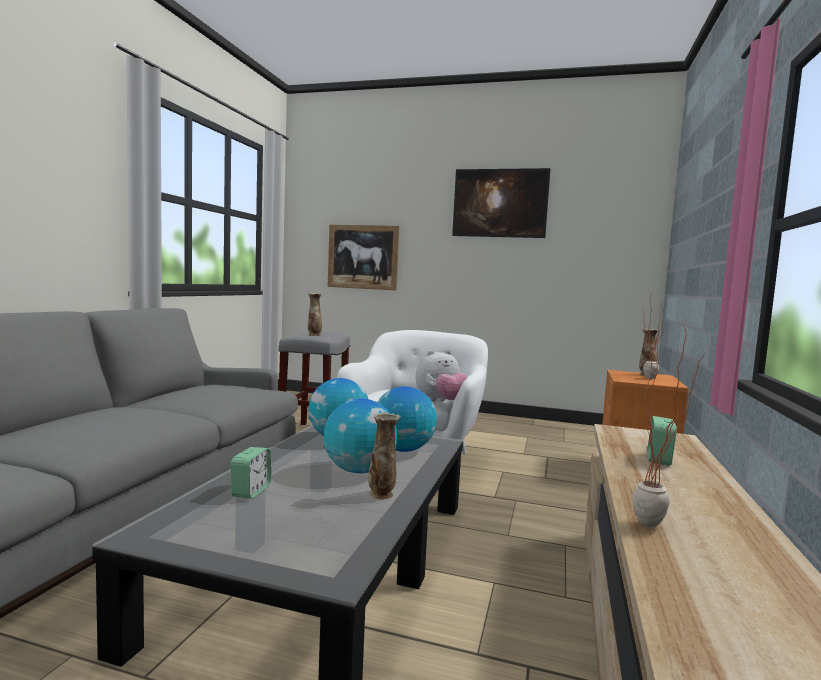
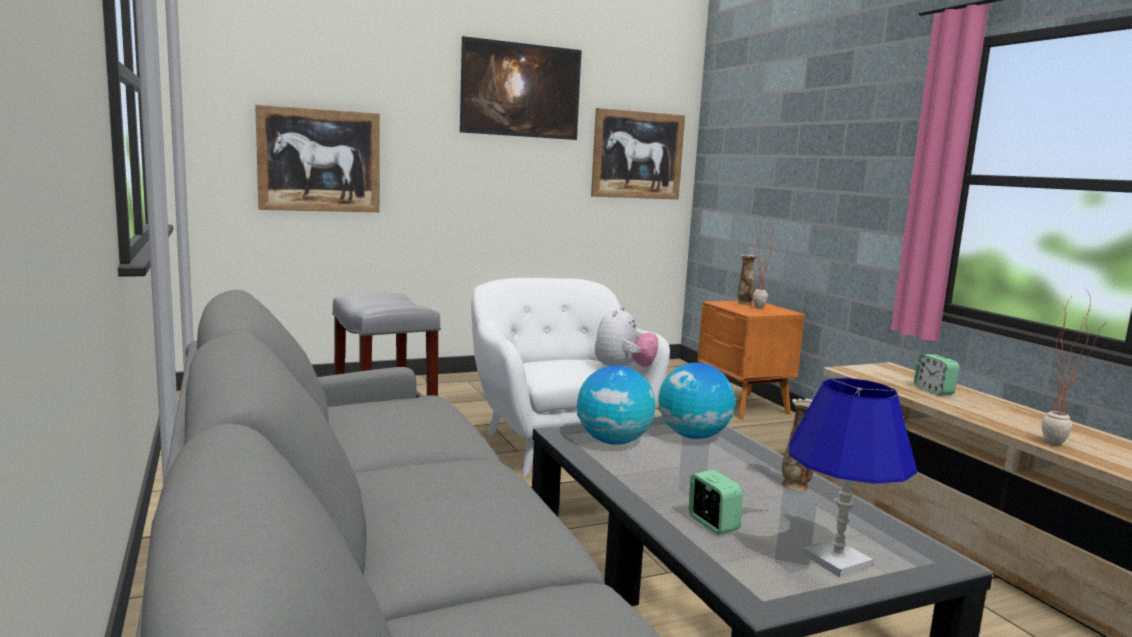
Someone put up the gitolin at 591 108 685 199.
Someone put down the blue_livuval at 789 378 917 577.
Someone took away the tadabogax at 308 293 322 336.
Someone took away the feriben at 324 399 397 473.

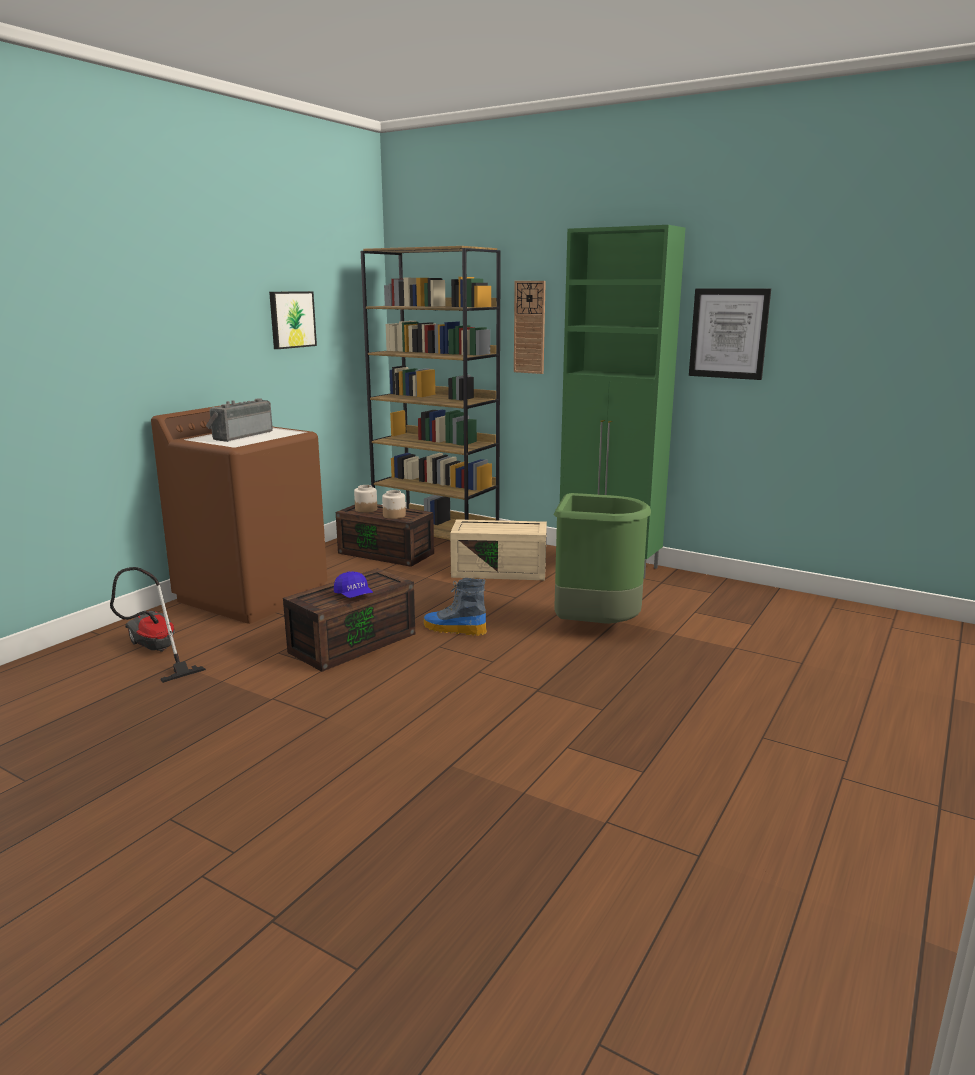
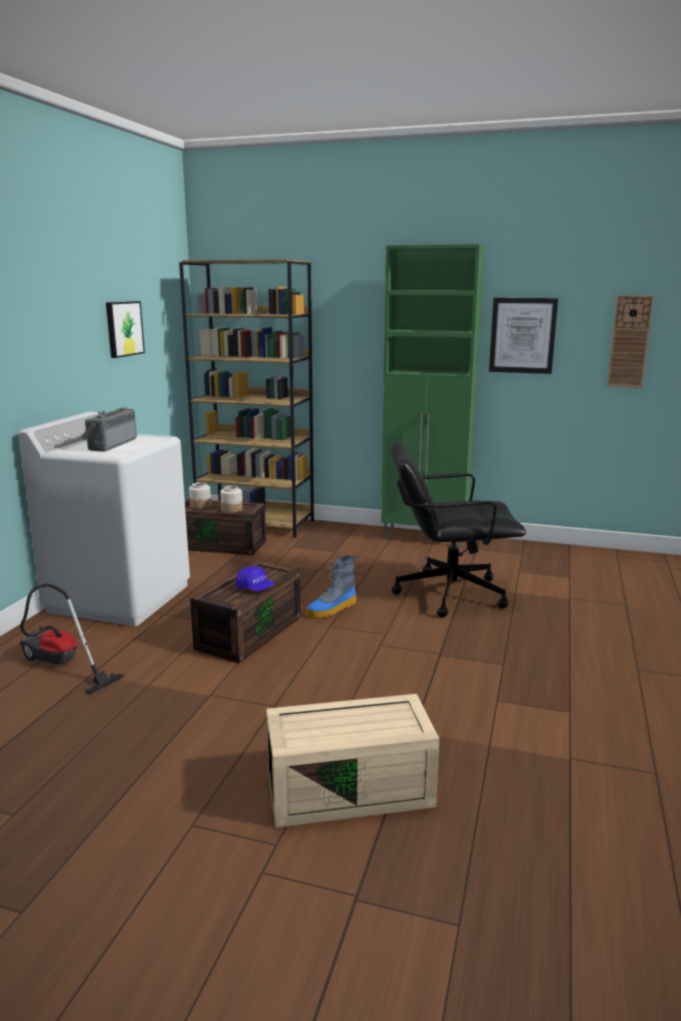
Someone repainted the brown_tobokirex at 151 403 327 624, which became the white_tobokirex at 18 412 190 626.
Someone carried the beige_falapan from 450 519 547 580 to 266 694 440 828.
Someone rotated the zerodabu at 424 578 487 636 by 45 degrees counterclockwise.
Someone swapped the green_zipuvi at 554 493 651 624 for the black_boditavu at 392 442 526 617.
Someone carried the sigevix from 514 281 546 374 to 607 295 654 388.

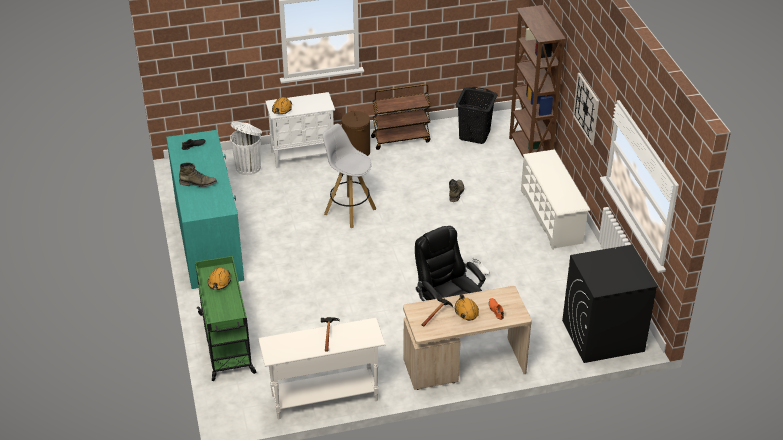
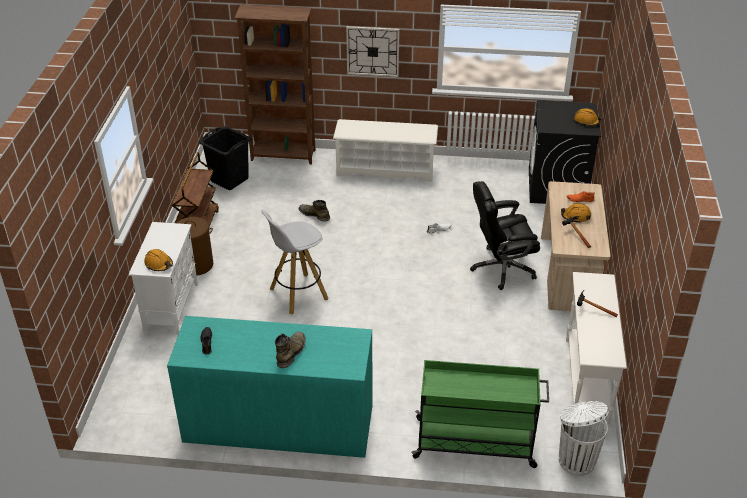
Someone carried the white_zipuvi from 230 121 262 175 to 559 401 609 476.
Someone carried the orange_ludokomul from 208 267 231 290 to 574 108 602 126.

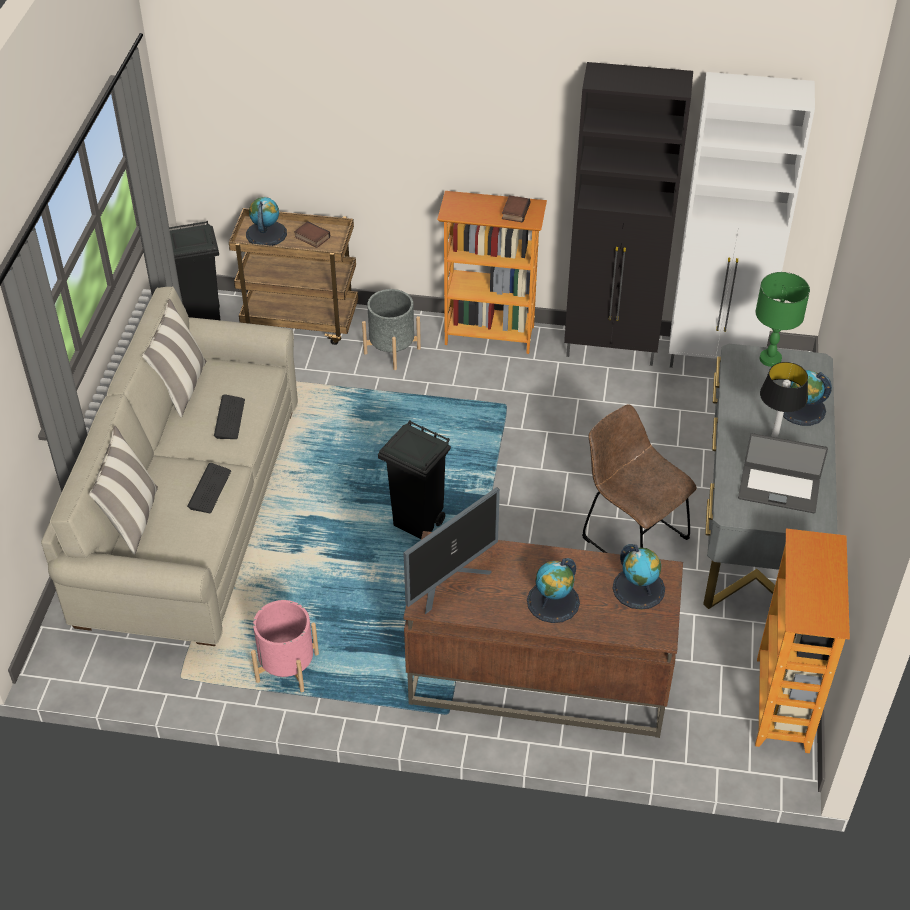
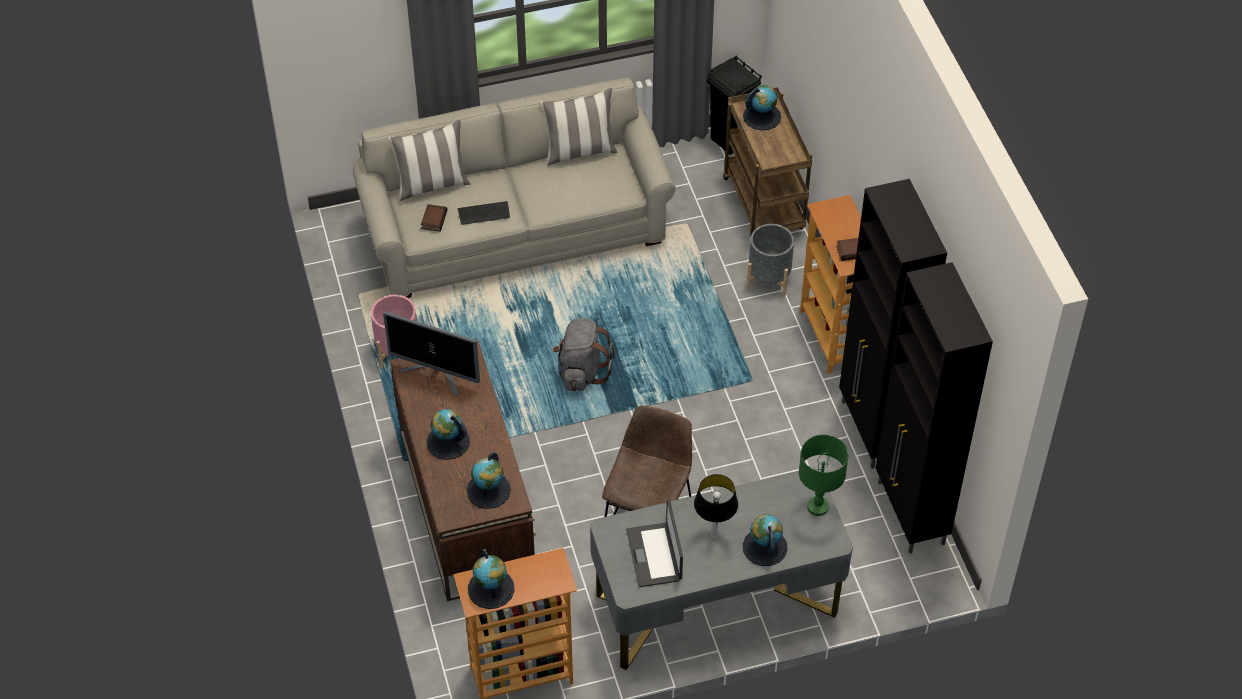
Someone carried the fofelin from 294 221 330 248 to 421 204 447 232.
Someone put down the feriben at 468 549 515 609.
Someone swapped the black_zipuvi at 378 420 451 539 for the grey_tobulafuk at 552 318 615 391.
Someone repainted the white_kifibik at 669 72 815 368, which became the black_kifibik at 876 262 993 554.
Someone took away the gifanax at 214 394 245 439.

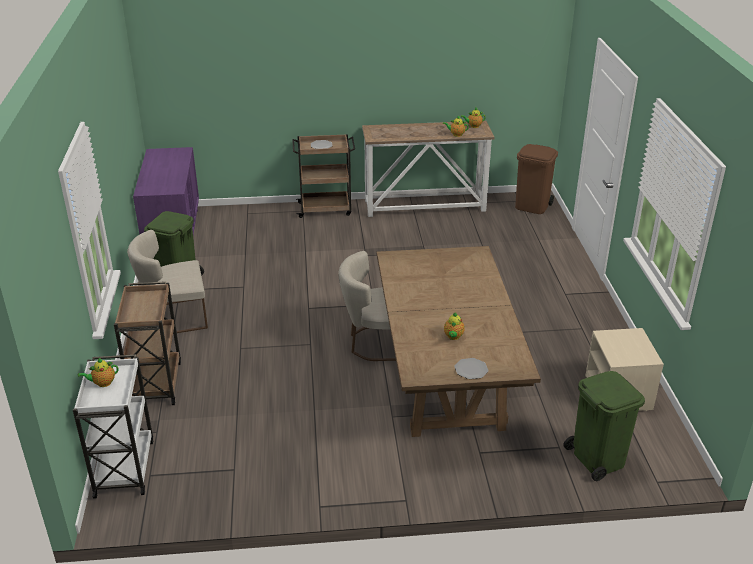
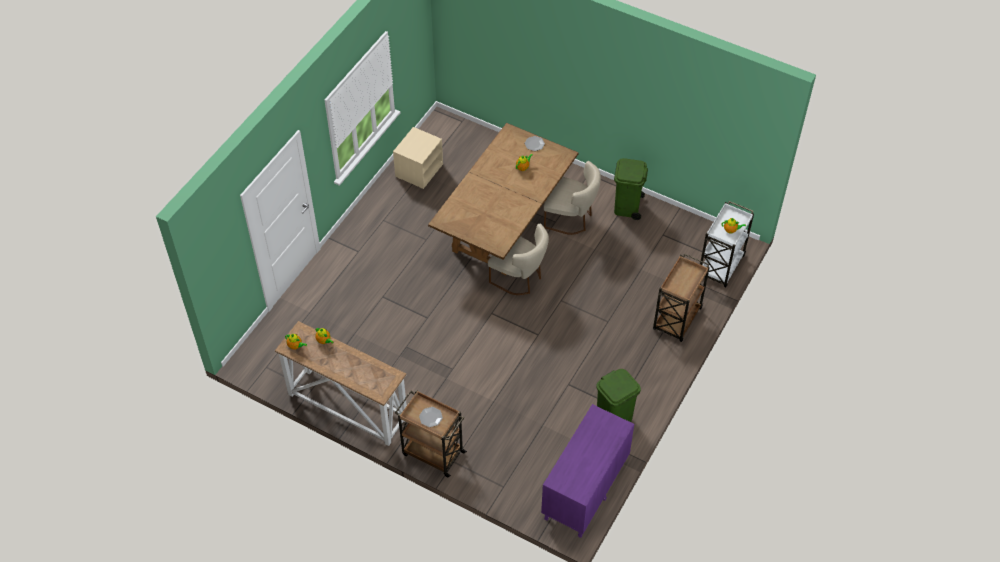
Someone carried the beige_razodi from 127 230 208 333 to 544 161 601 235.
Someone carried the green_zipuvi from 563 371 645 481 to 614 158 648 220.
Someone took away the brown_zipuvi at 515 144 558 214.

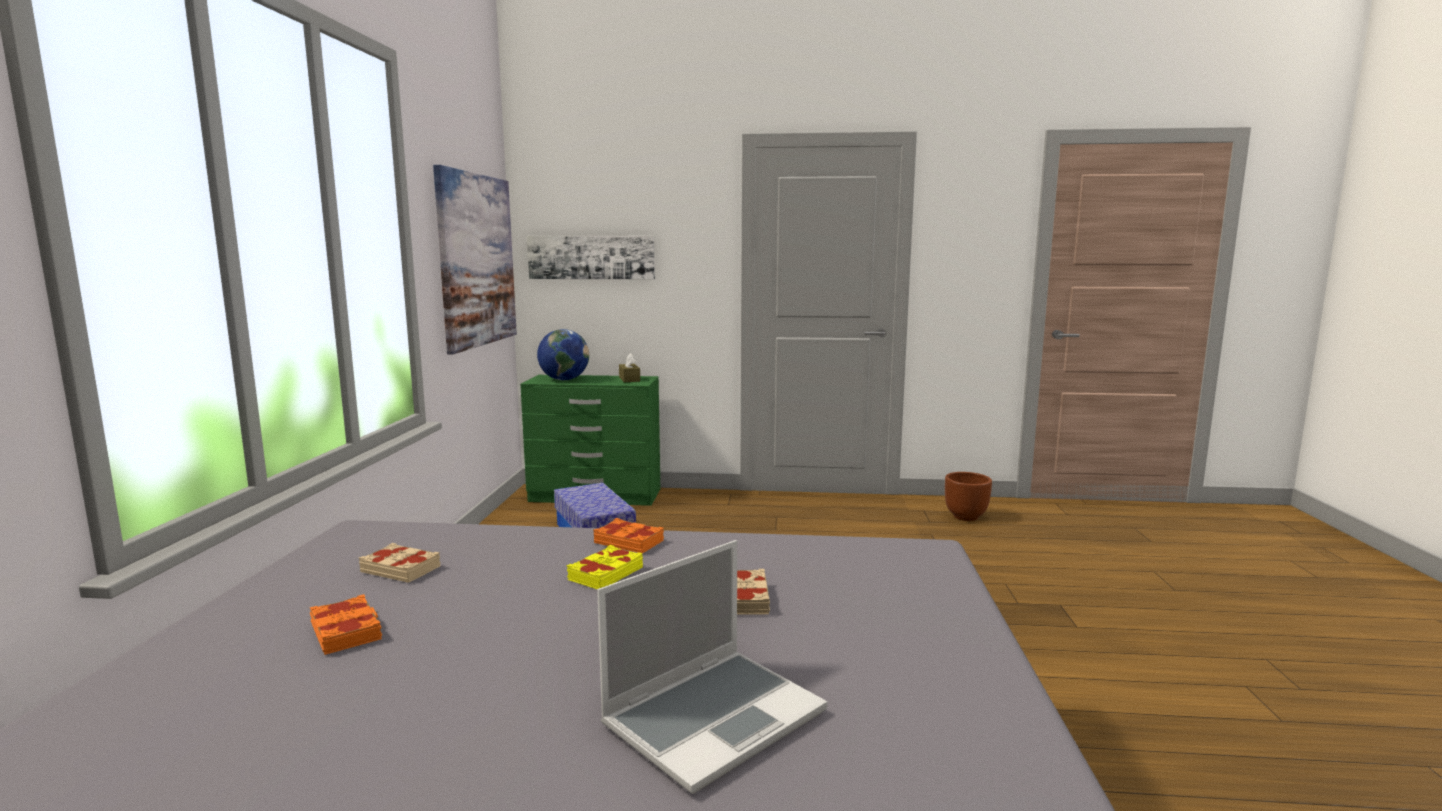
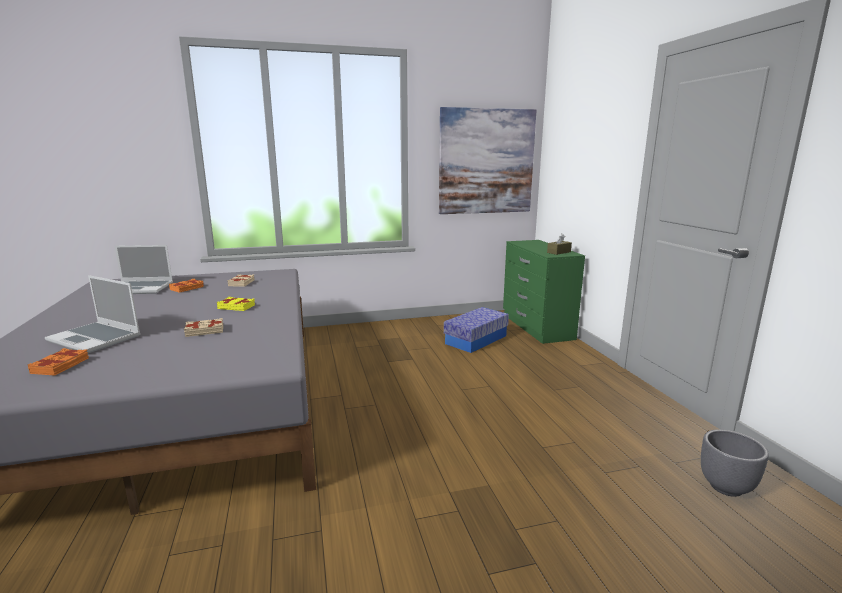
Someone carried the orange_fofelin from 594 518 664 553 to 28 348 89 376.
Someone put down the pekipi at 115 245 173 294.
Someone repainted the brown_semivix at 945 472 992 521, which became the grey_semivix at 701 429 769 497.
Someone took away the gitolin at 527 236 655 279.
Someone took away the feriben at 537 329 589 380.

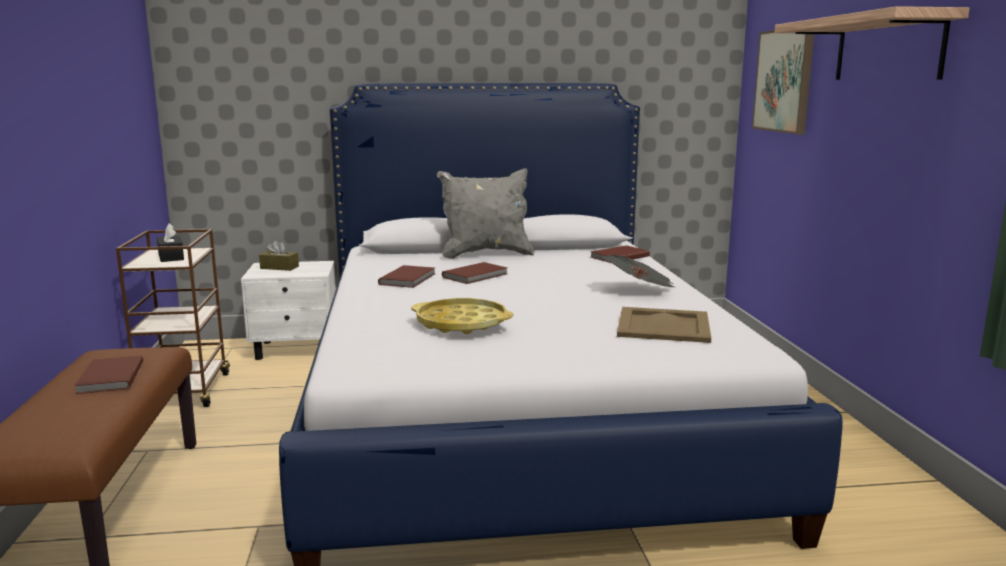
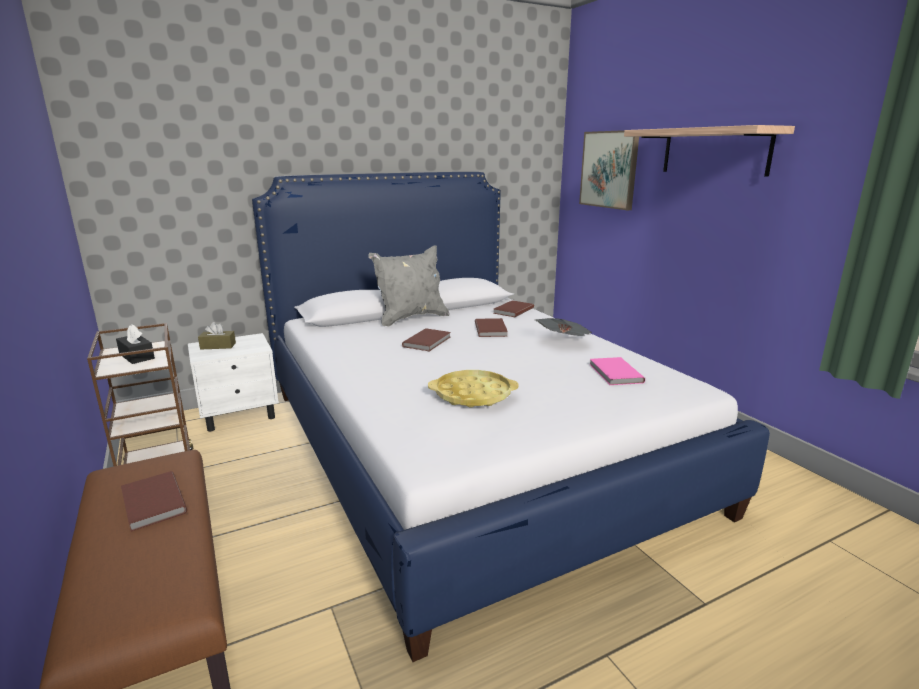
Someone carried the brown_fofelin from 378 265 435 288 to 475 318 508 337.
Someone swapped the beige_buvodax at 617 307 711 343 for the pink_fofelin at 589 357 645 385.

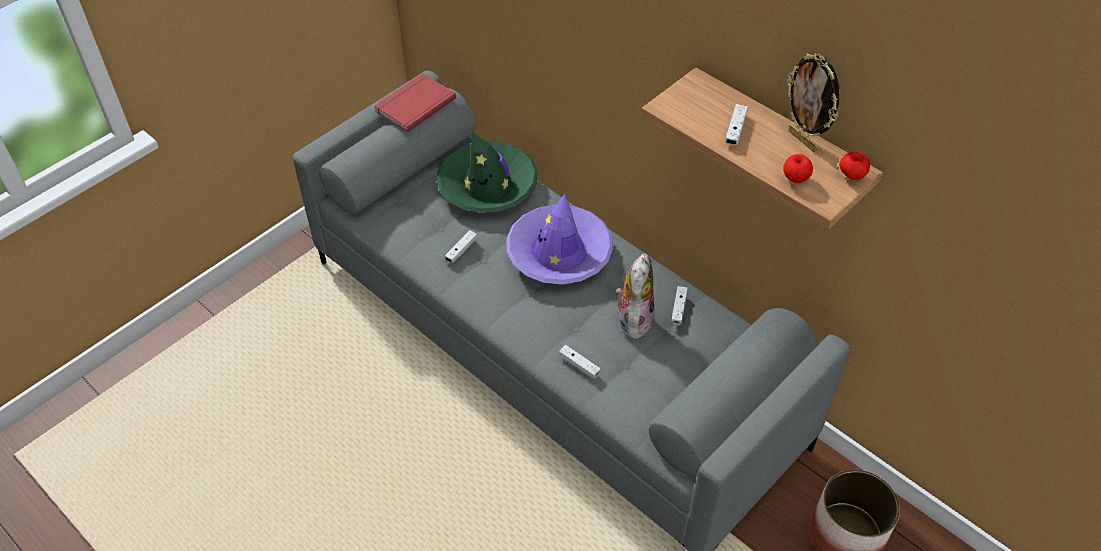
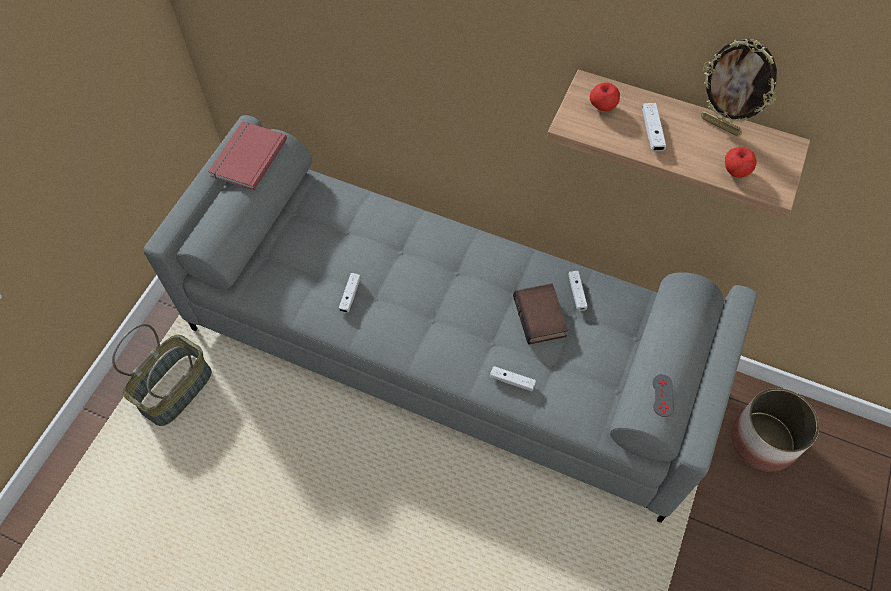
Someone put down the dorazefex at 112 324 212 426.
Someone swapped the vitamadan at 616 253 654 342 for the fofelin at 513 283 568 345.
Someone carried the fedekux from 839 152 870 180 to 590 83 620 112.
Someone put down the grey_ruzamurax at 652 374 674 417.
Someone took away the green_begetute at 436 132 538 213.
Someone took away the purple_begetute at 506 194 613 285.

